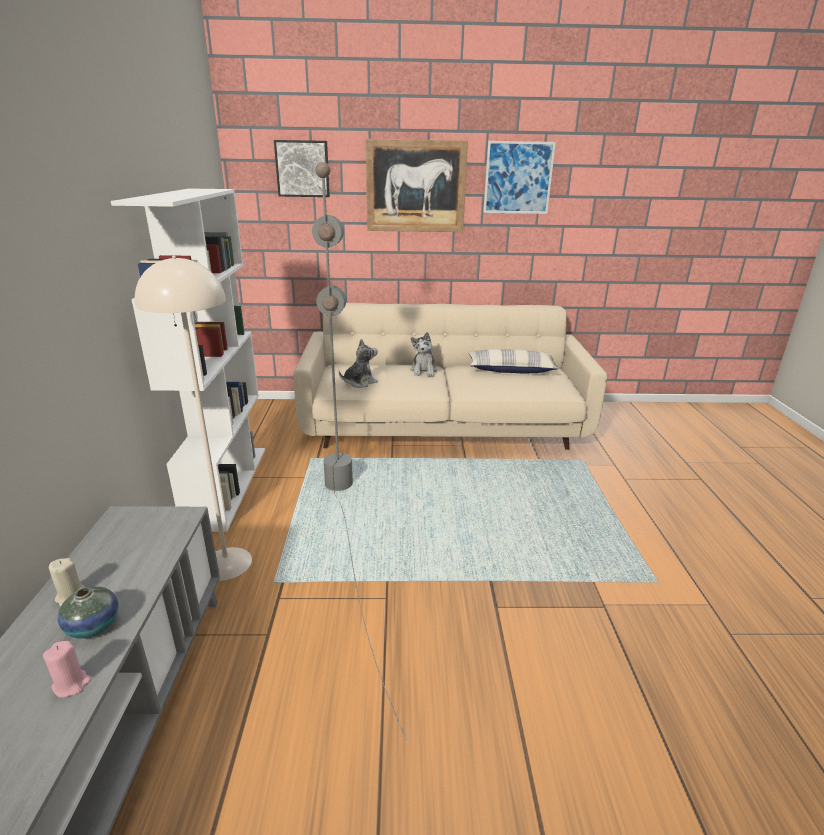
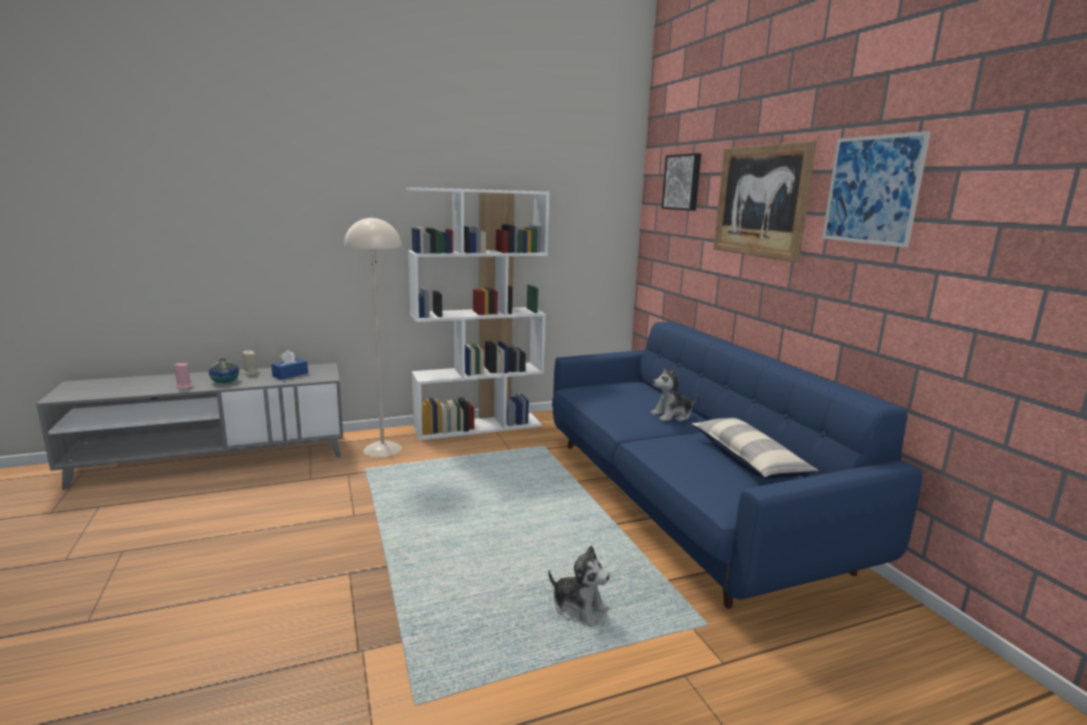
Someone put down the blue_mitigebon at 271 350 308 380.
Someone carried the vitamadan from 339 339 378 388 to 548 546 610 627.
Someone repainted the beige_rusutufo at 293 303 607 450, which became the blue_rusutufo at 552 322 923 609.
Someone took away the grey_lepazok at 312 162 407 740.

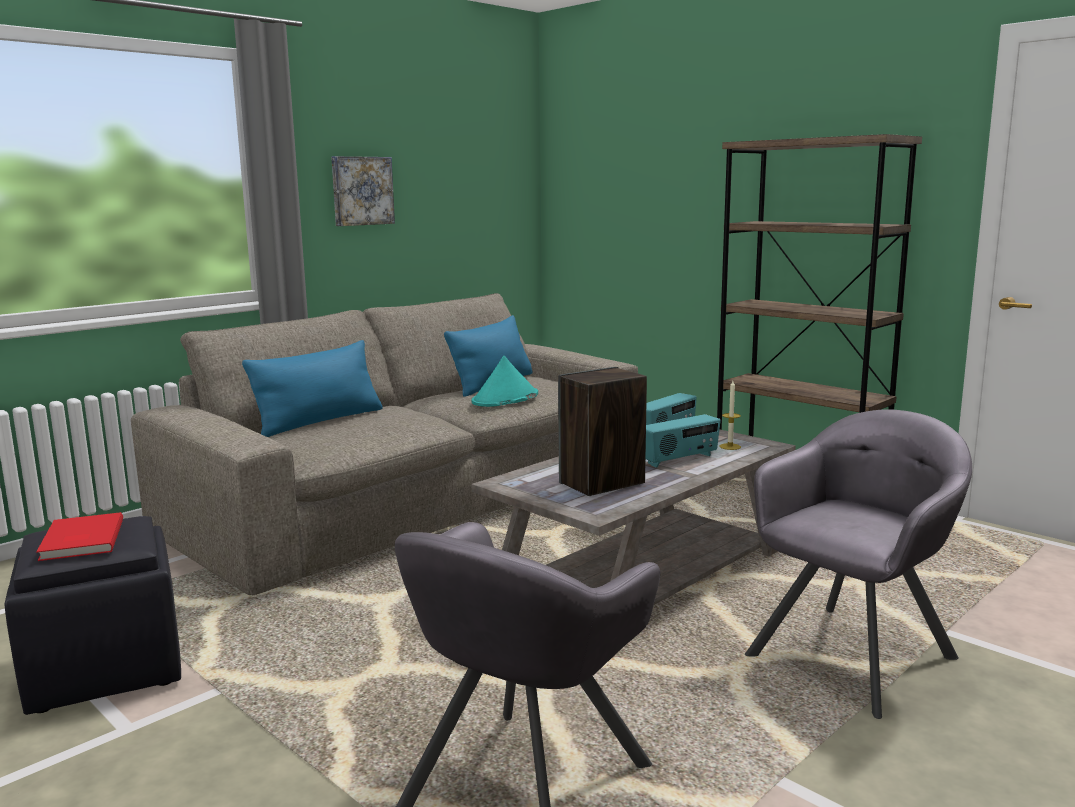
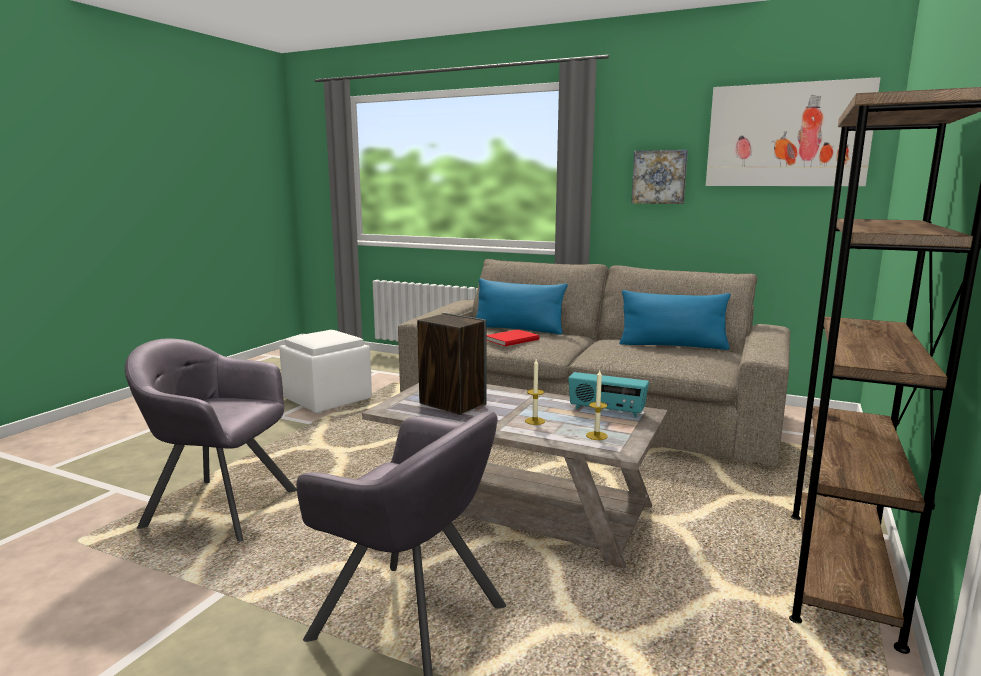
Someone repainted the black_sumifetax at 5 516 181 715, which became the white_sumifetax at 279 330 372 413.
Someone carried the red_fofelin from 36 512 123 561 to 486 329 539 346.
Someone swapped the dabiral at 646 414 721 468 for the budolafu at 525 359 545 425.
Someone put up the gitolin at 706 77 881 186.
Someone took away the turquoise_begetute at 472 356 538 407.

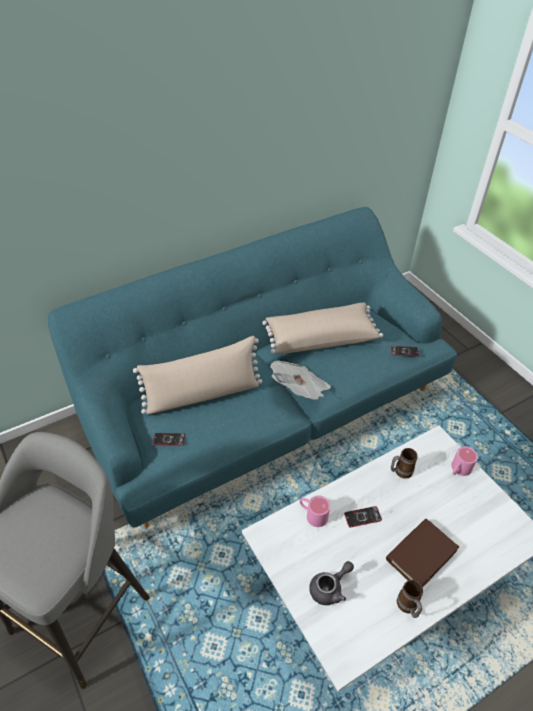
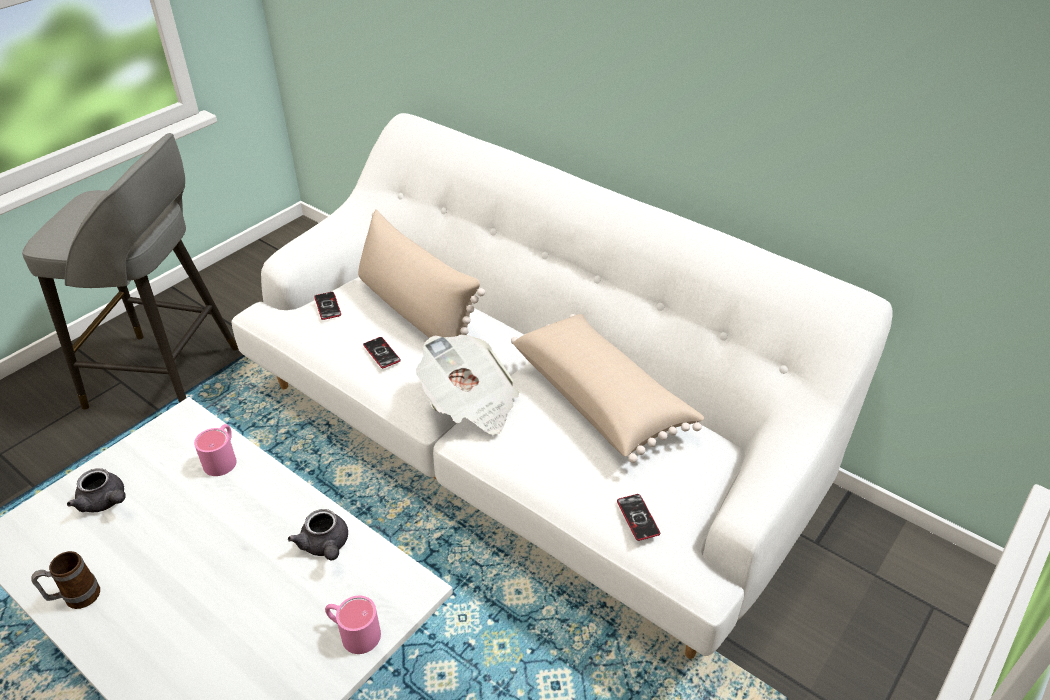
Someone repainted the turquoise_rusutufo at 48 207 457 528, which became the white_rusutufo at 231 113 893 659.
Someone swapped the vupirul at 391 448 417 479 for the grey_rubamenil at 288 509 348 560.
Someone carried the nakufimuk from 344 506 382 527 to 363 337 401 368.
Someone took away the brown_fofelin at 386 519 459 587.

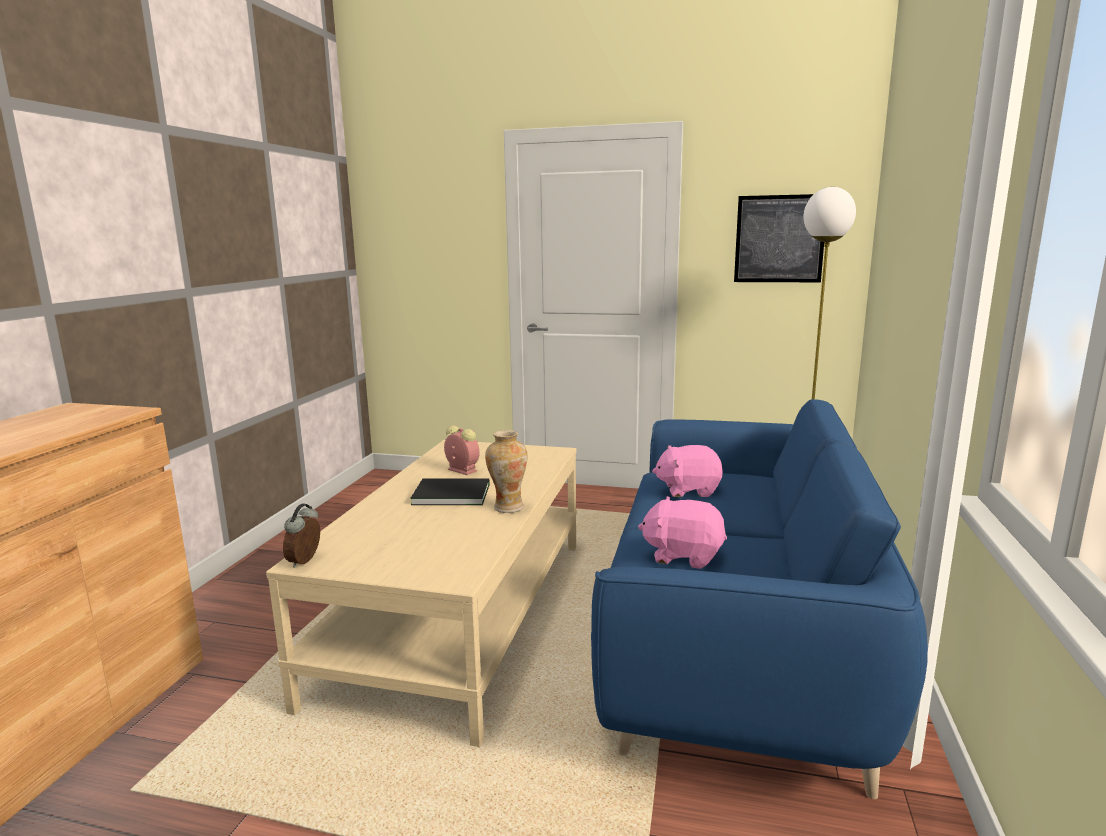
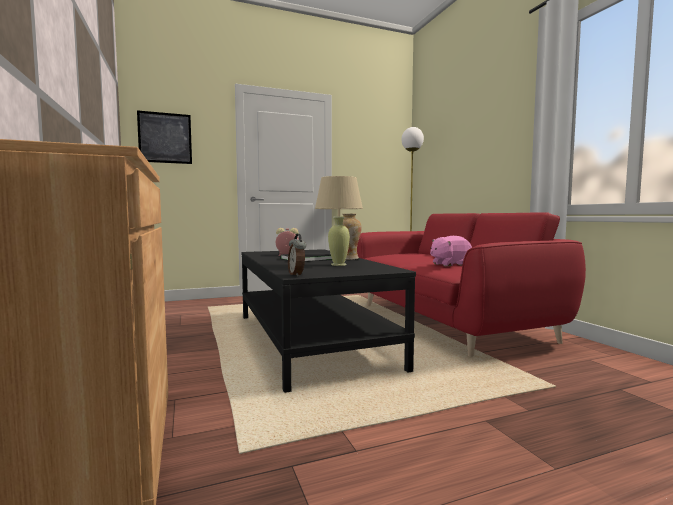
Someone carried the gitolin from 734 194 824 282 to 137 110 192 164.
Someone repainted the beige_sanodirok at 266 440 577 747, which became the black_sanodirok at 241 249 416 393.
Someone put down the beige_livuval at 315 176 363 266.
Someone repainted the blue_rusutufo at 591 399 928 799, which became the red_rusutufo at 357 212 586 357.
Someone took away the pink_vitamadan at 652 445 723 497.

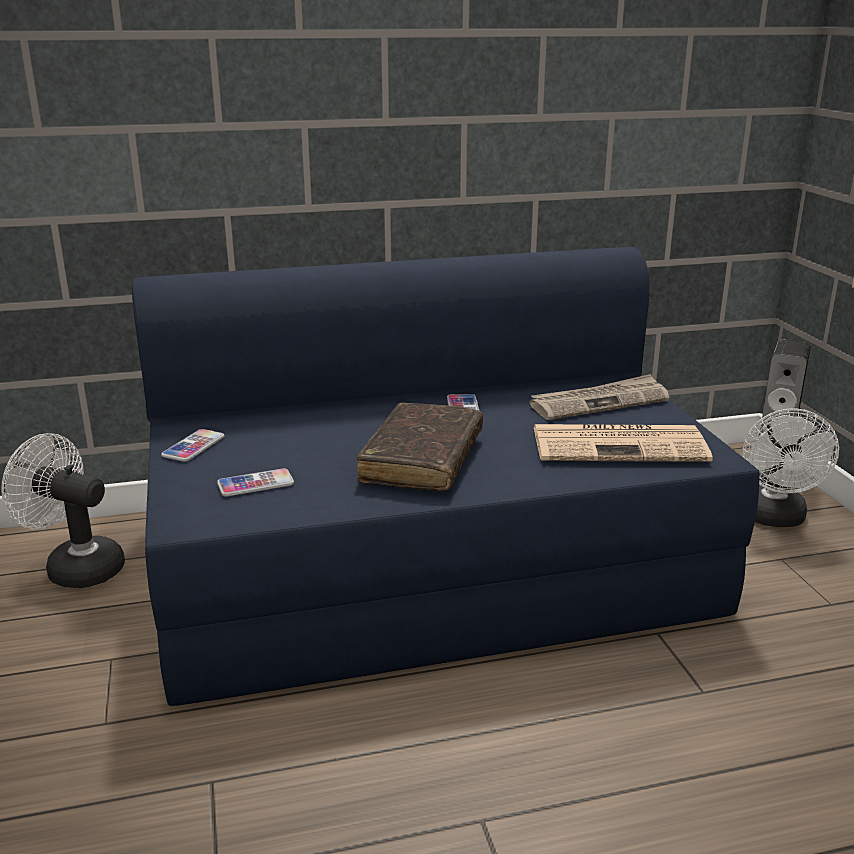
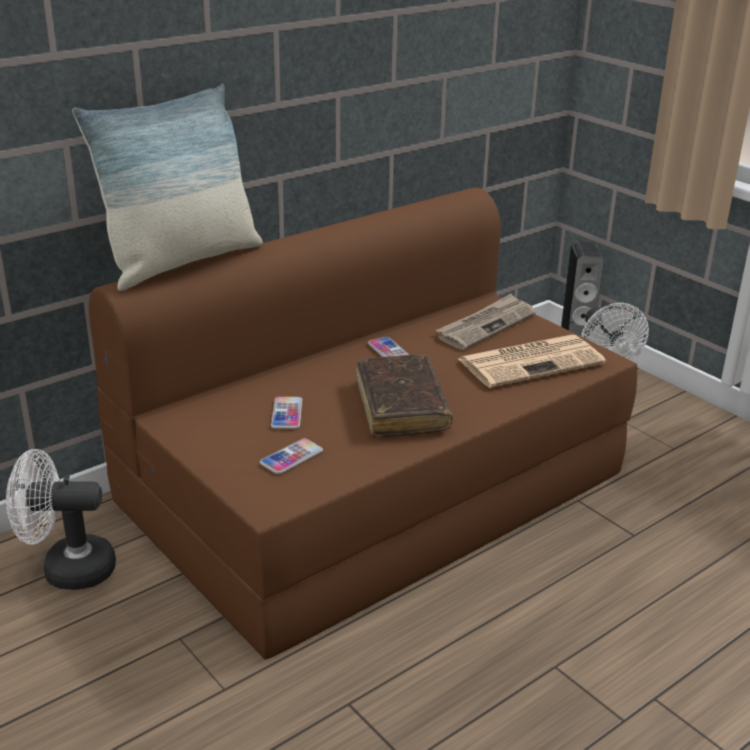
Someone put down the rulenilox at 72 84 263 291.
Someone repainted the blue_rusutufo at 132 247 760 706, which became the brown_rusutufo at 89 188 637 659.
Someone carried the nakufimuk from 161 429 225 462 to 271 397 302 429.

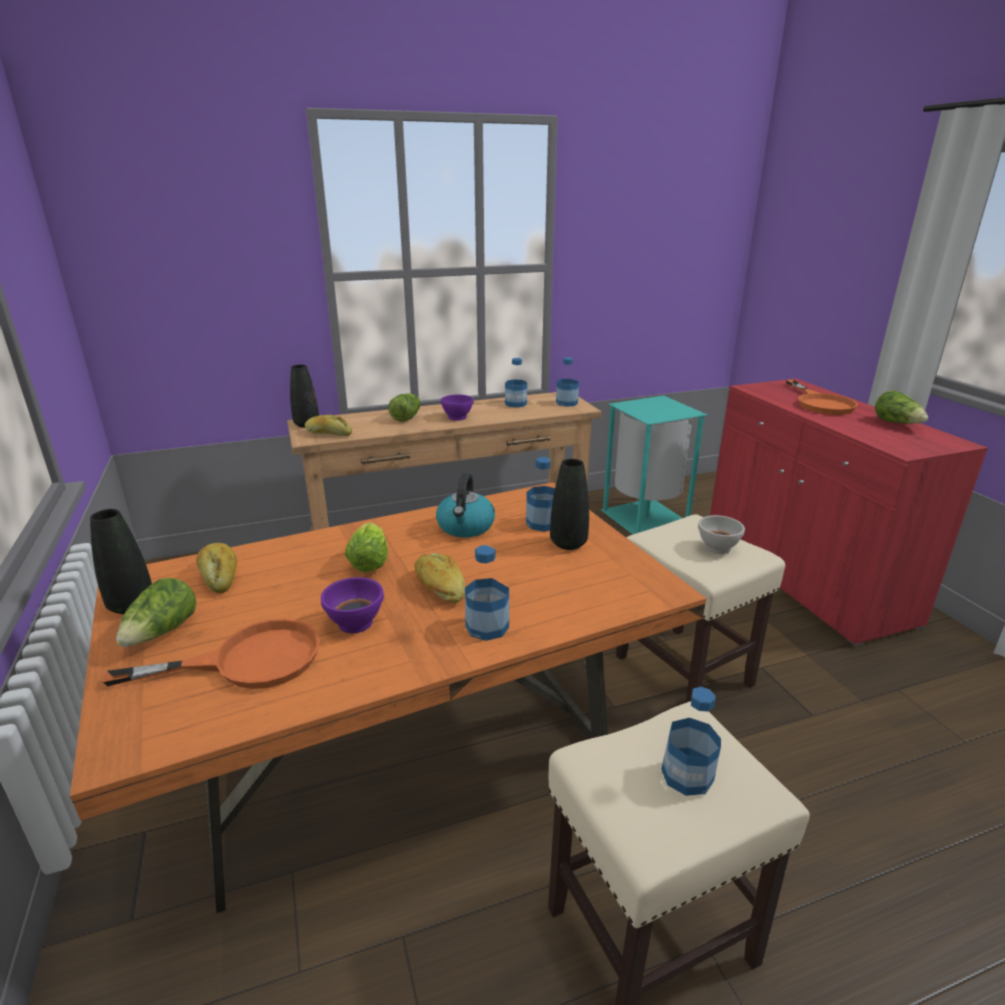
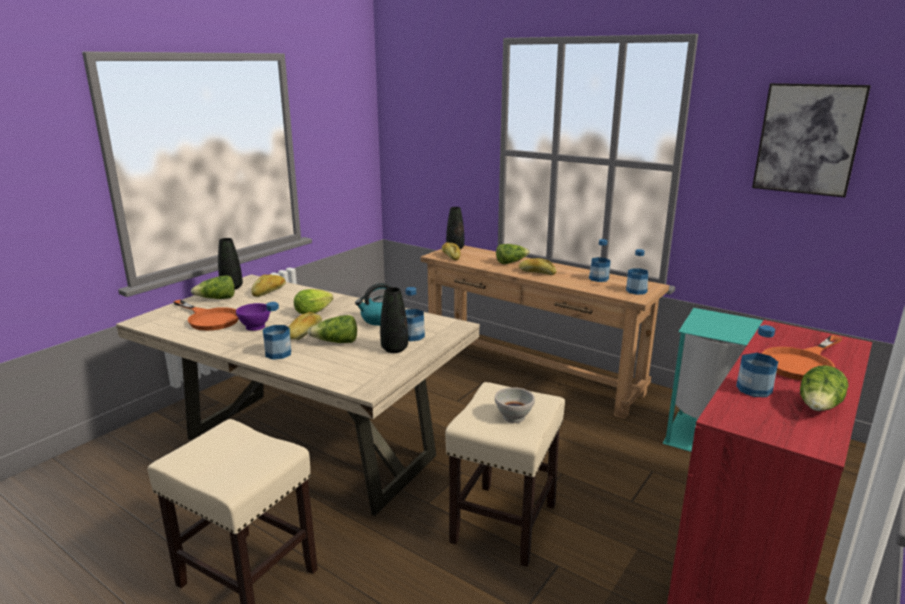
Someone repainted the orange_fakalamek at 70 482 707 914, which became the beige_fakalamek at 116 274 480 516.
Someone put down the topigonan at 308 315 357 343.
Someone swapped the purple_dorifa at 441 395 473 421 for the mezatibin at 519 258 556 275.
Someone carried the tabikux from 661 687 721 796 to 736 325 778 397.
Someone put up the gitolin at 752 83 871 198.

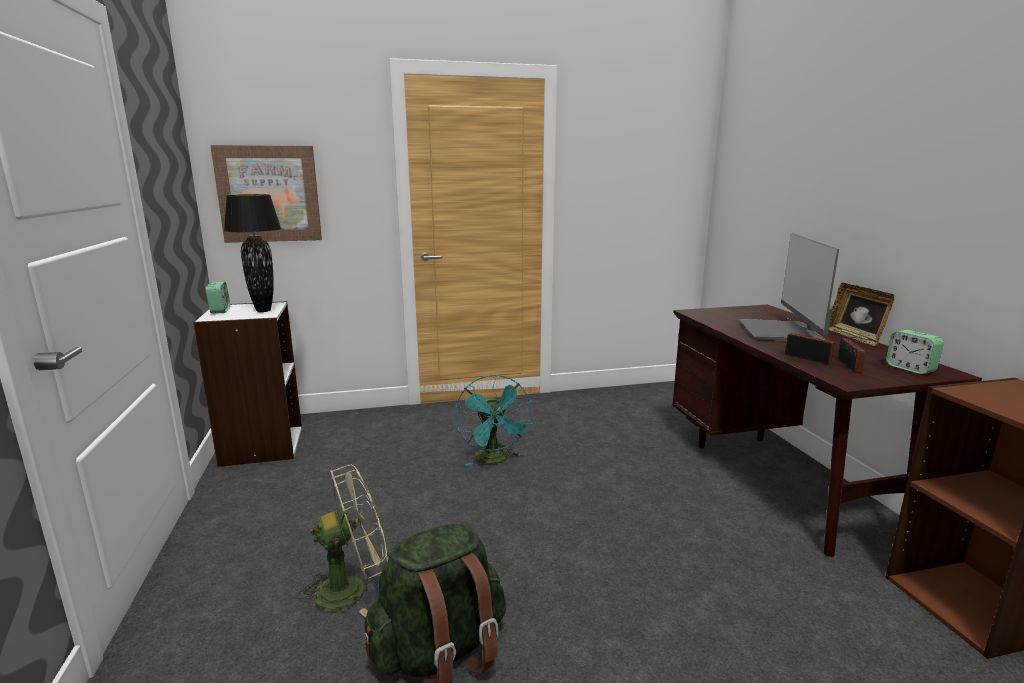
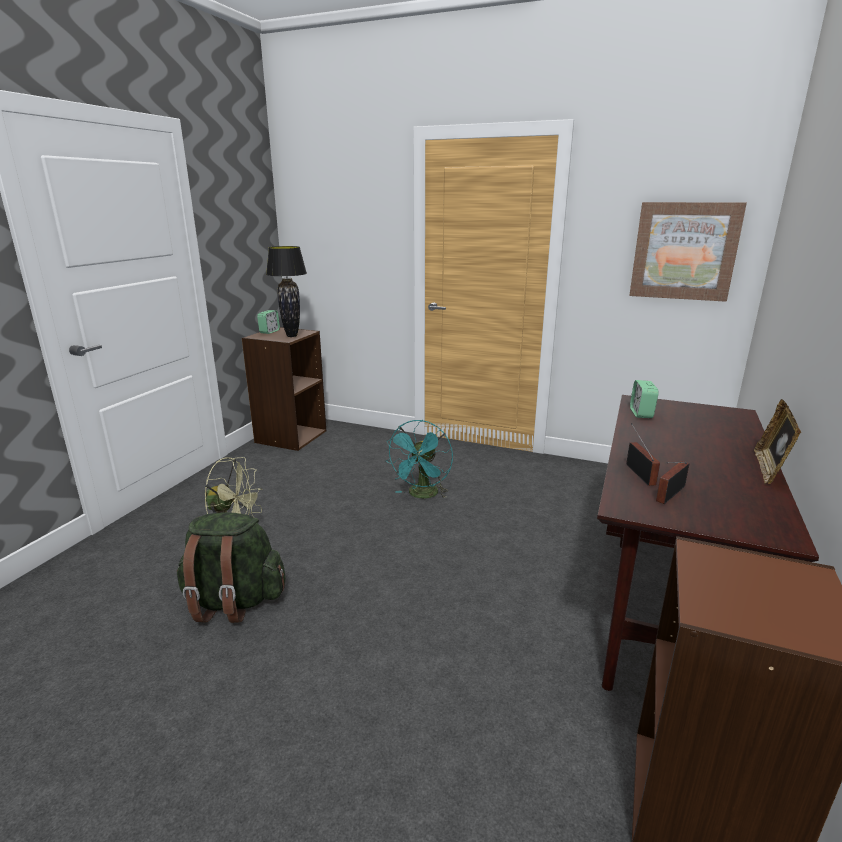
Someone repainted the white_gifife at 193 301 302 467, which became the brown_gifife at 242 327 326 451.
Someone carried the gitolin from 210 145 322 243 to 629 202 747 302.
Someone carried the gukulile from 886 330 944 374 to 630 380 659 418.
Someone took away the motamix at 740 233 839 341.

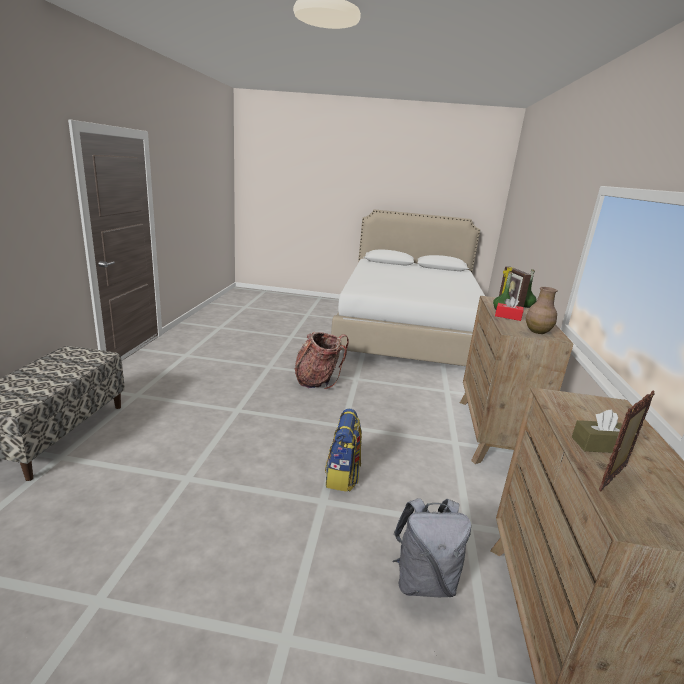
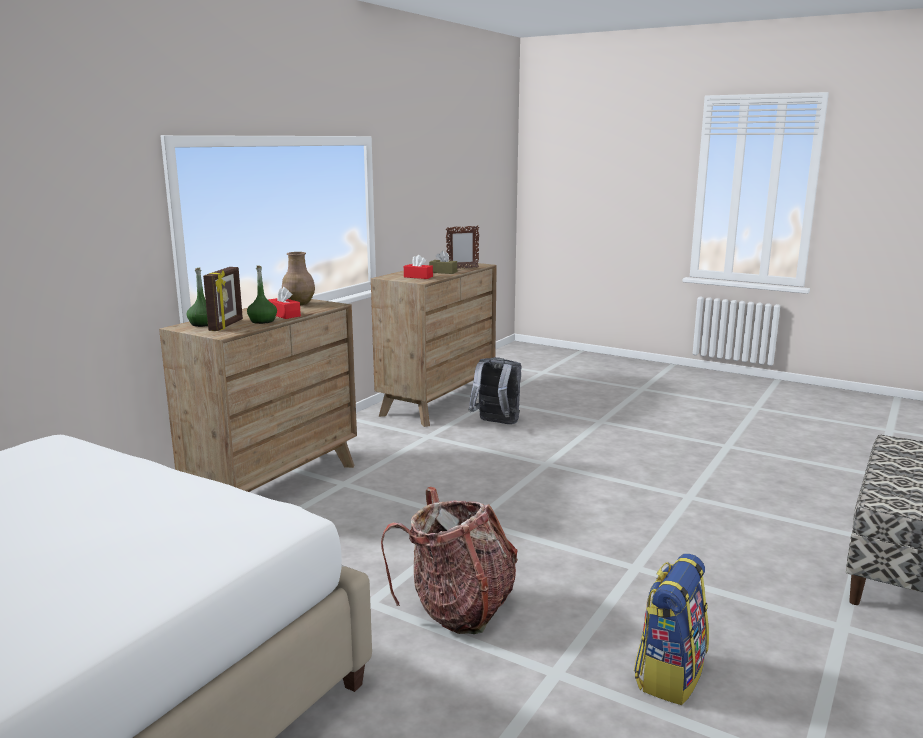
Someone put down the red_mitigebon at 404 255 433 279.
Someone carried the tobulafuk from 325 408 362 492 to 634 554 709 705.

